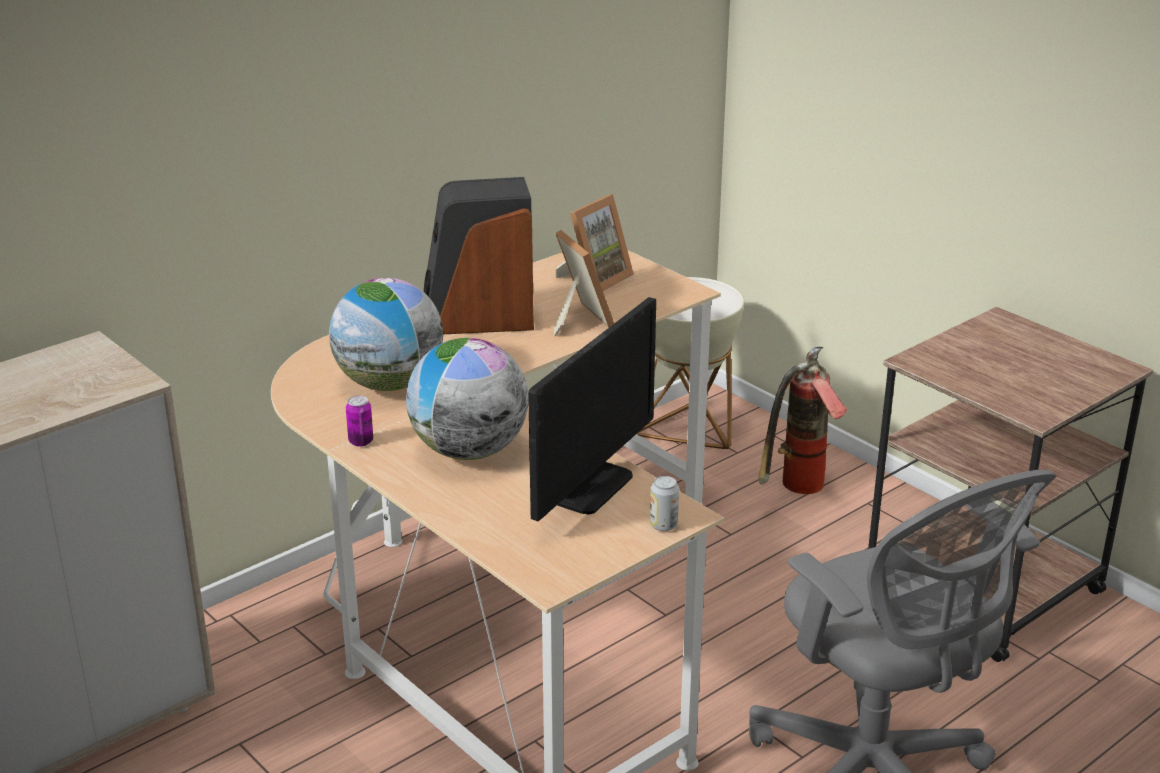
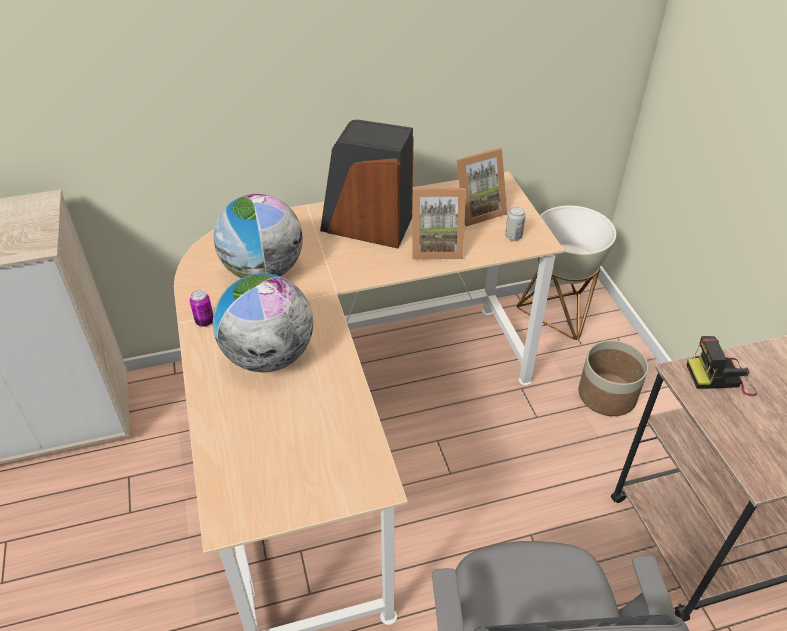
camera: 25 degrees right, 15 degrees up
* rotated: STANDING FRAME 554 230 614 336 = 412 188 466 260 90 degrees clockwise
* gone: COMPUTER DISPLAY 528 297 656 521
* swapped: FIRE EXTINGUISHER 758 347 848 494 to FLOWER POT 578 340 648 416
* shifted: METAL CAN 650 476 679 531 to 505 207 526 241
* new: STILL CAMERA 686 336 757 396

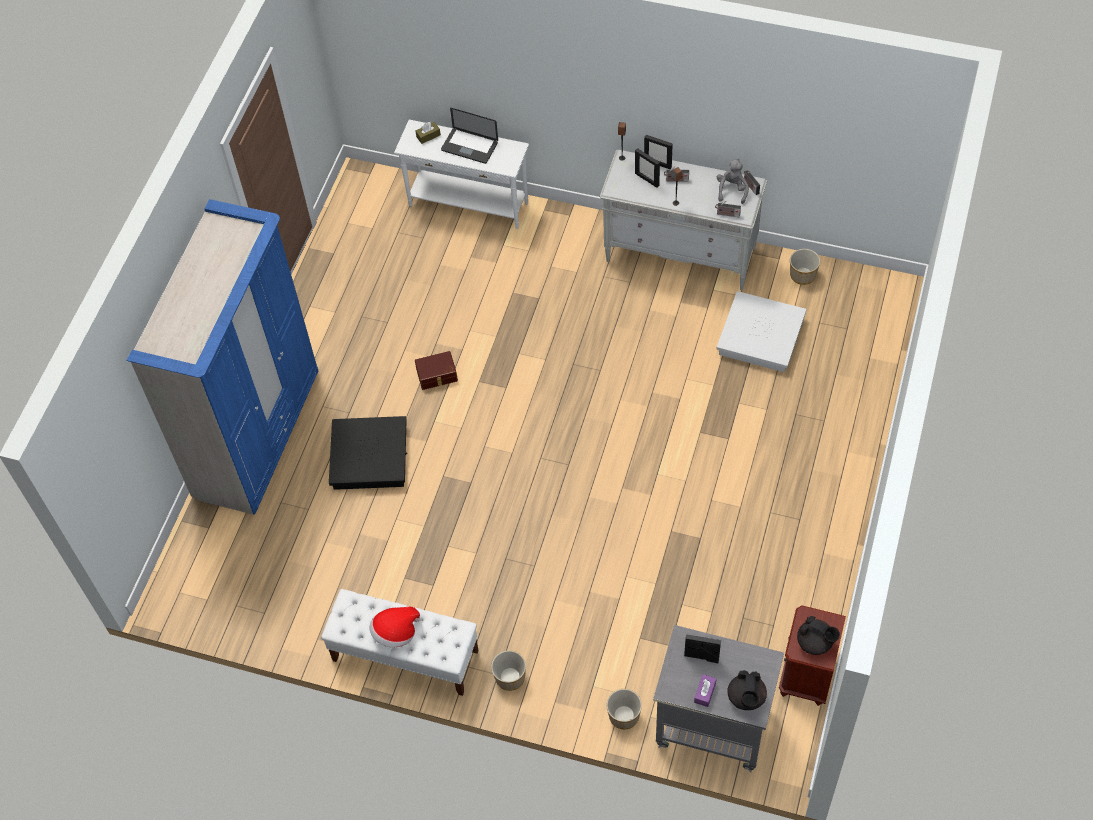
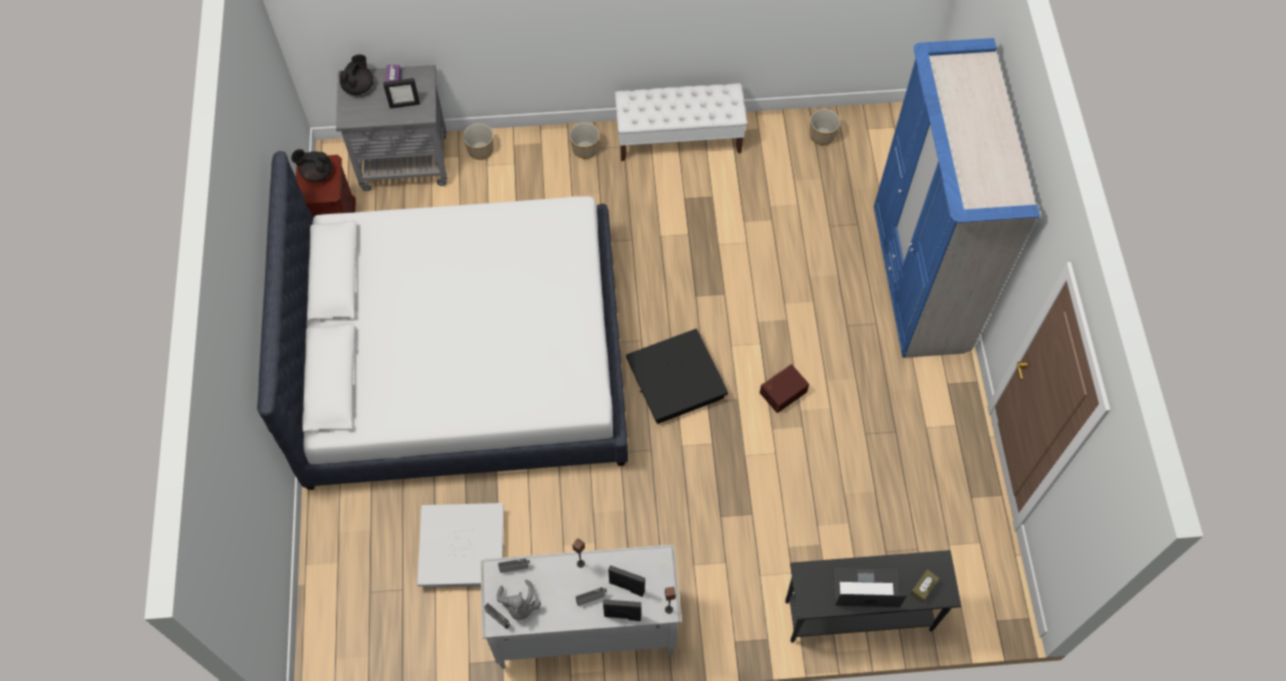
camera: 155 degrees right, 5 degrees up
* repainted: WHITISH CONSOLE TABLE 394 120 529 229 to BLACK CONSOLE TABLE 785 550 962 643
* shifted: FLOWER POT 790 249 820 285 to 810 109 840 145
* shifted: BLACK STORAGE CONTAINER 329 416 407 490 to 626 328 728 424
* gone: CLOTHING HAT 369 607 420 648
* rotated: BLACK TEA POT 727 670 767 710 = 339 54 373 95 45 degrees clockwise
* new: WHITISH SLEEPING BED 257 151 628 490

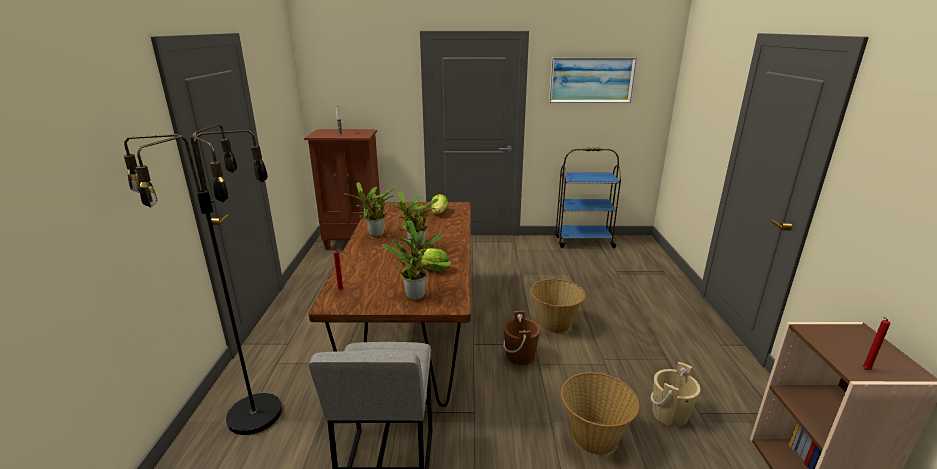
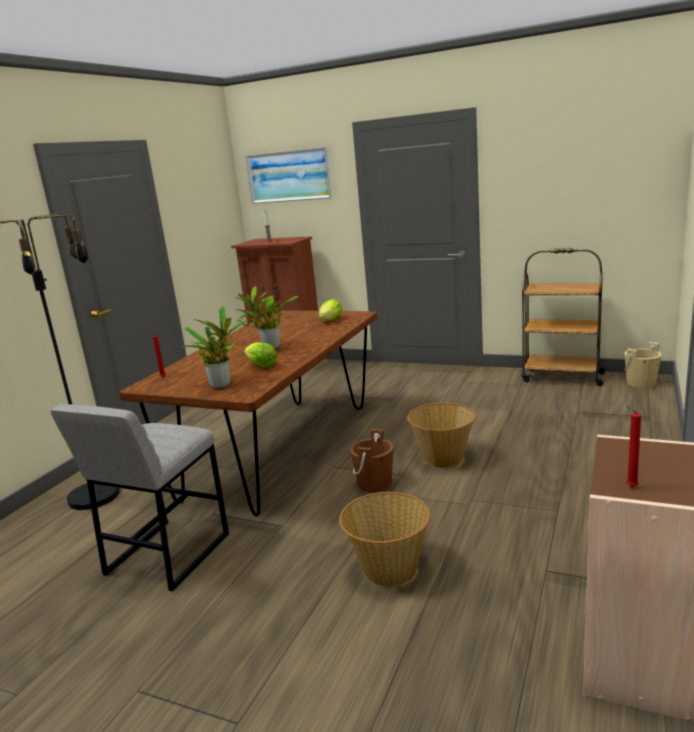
camera: 25 degrees right, 5 degrees down
* shifted: WALL PICTURE 549 57 637 103 to 245 147 332 204
* repainted: BLUE CART 555 147 621 248 to BROWNISH CART 521 248 608 386
* gone: HOUSEPLANT 344 182 394 237
* shifted: BEIGE-COLOURED WATER BUCKET 651 362 700 427 to 624 342 662 388

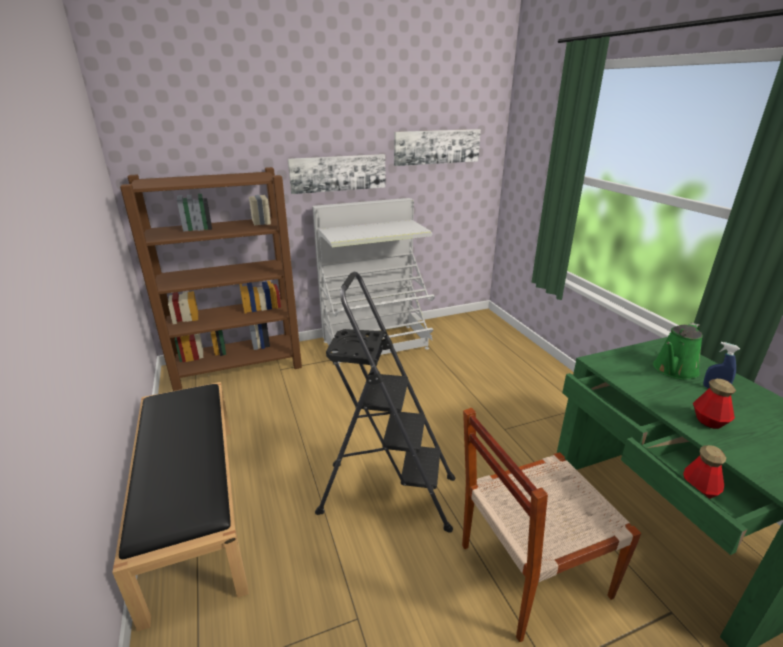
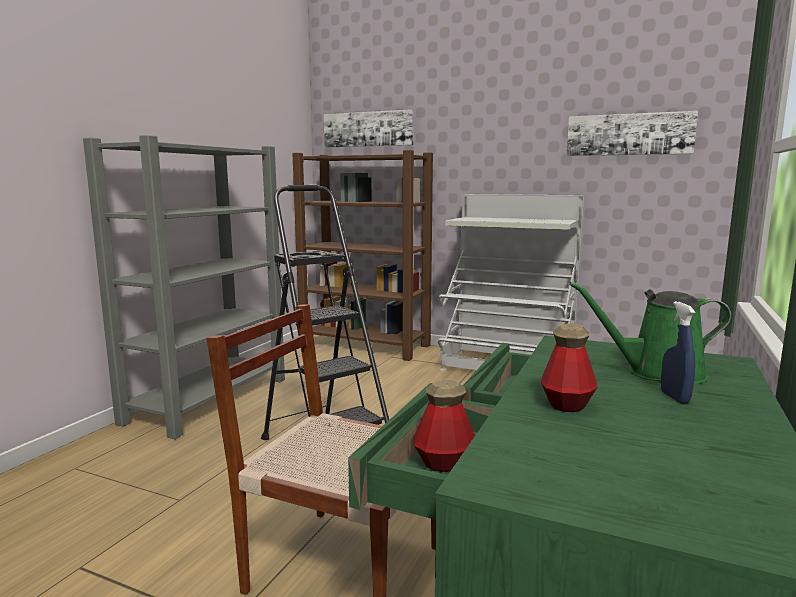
camera: 45 degrees right, 15 degrees down
* shifted: WALL PICTURE 288 154 385 194 to 324 109 414 147
* swapped: BLACK INDOOR BENCH 112 382 249 632 to GRAY BOOKSHELF 83 135 285 439

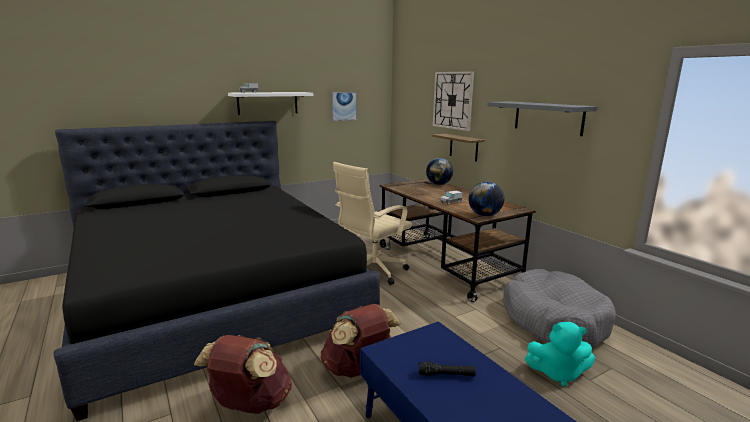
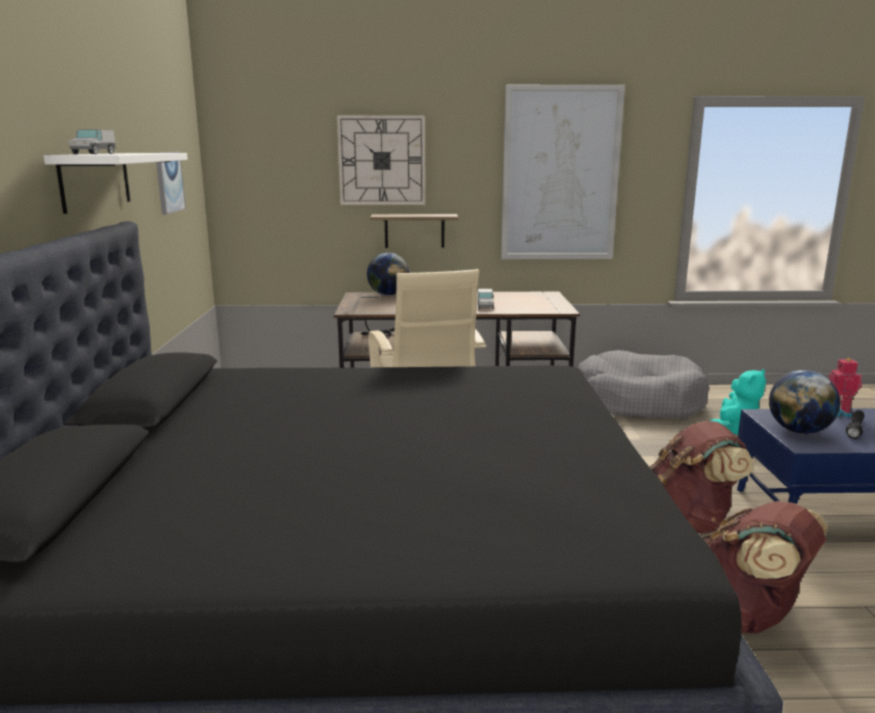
camera: 60 degrees left, 0 degrees up
* swapped: GRAY WALL SHELF 487 101 598 136 to WALL PICTURE 501 85 625 259
* shifted: WORLD GLOBE 469 182 504 216 to 769 370 840 434
* new: ROBOT FIGURE 829 358 862 417

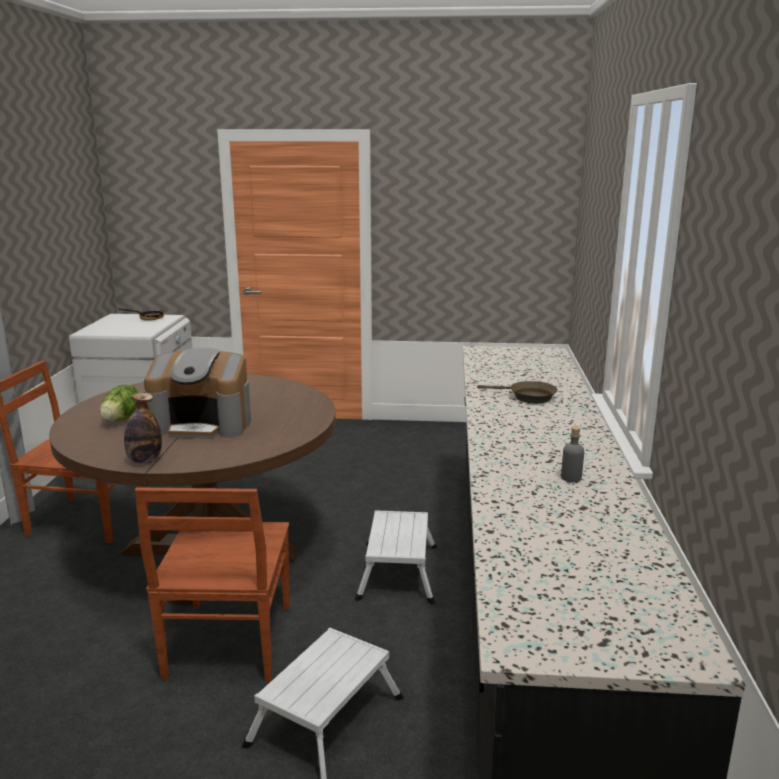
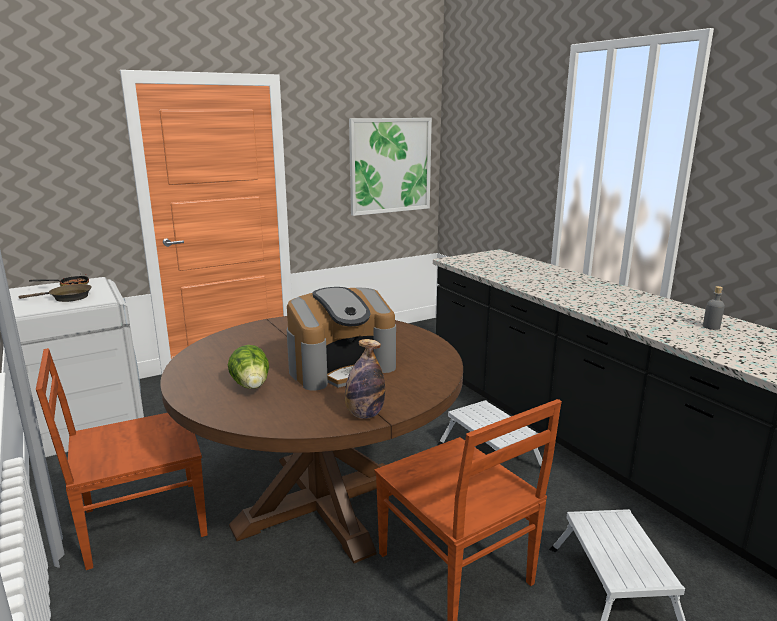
camera: 35 degrees left, 0 degrees up
* shifted: BROWNISH FRYING PAN 477 381 558 404 to 19 284 92 302
* new: WALL PICTURE 349 118 432 216

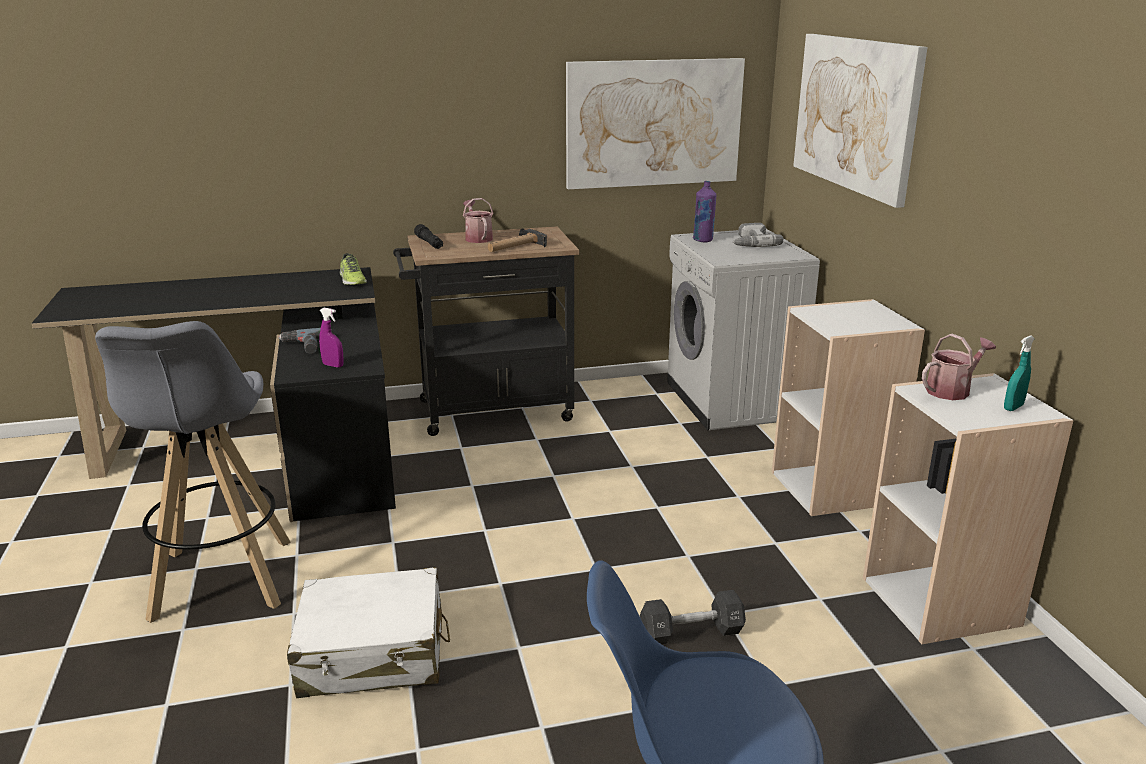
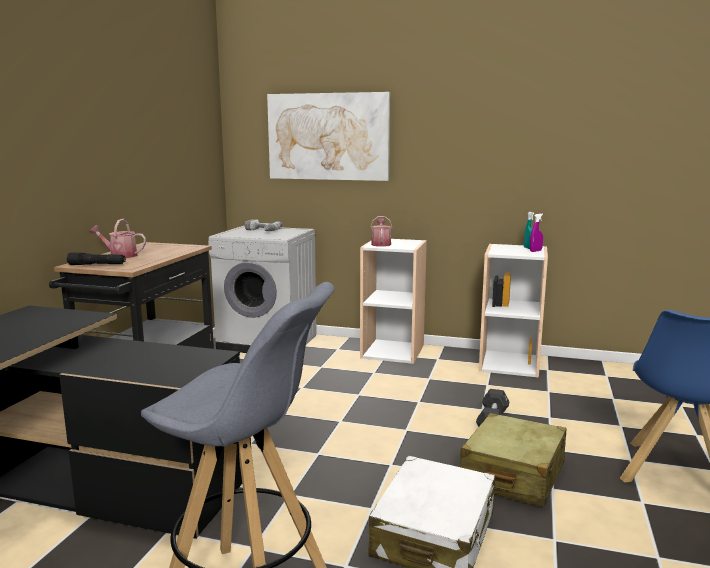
camera: 60 degrees left, 10 degrees down
* gone: WALL PICTURE 566 58 745 189
* gone: PURPLE DRINK BOTTLE 693 181 716 242
* gone: TOOL HAMMER 488 229 547 252
* gone: LOW SHOE 340 253 367 285
* shifted: PURPLE SPRAYER 319 308 344 367 to 530 214 543 252
* gone: DRILL 279 328 321 354
* shifted: WATERING POT 922 333 996 400 to 371 216 392 247
* new: BEIGE-COLOURED TRAVEL CASE 460 413 566 507

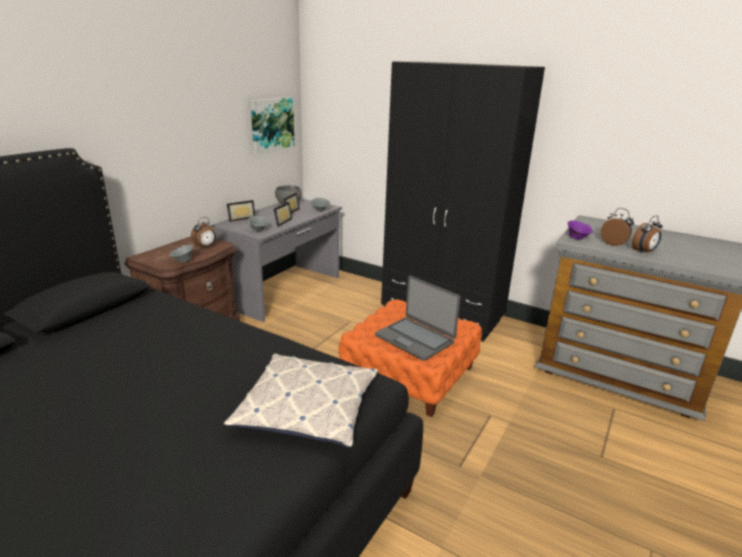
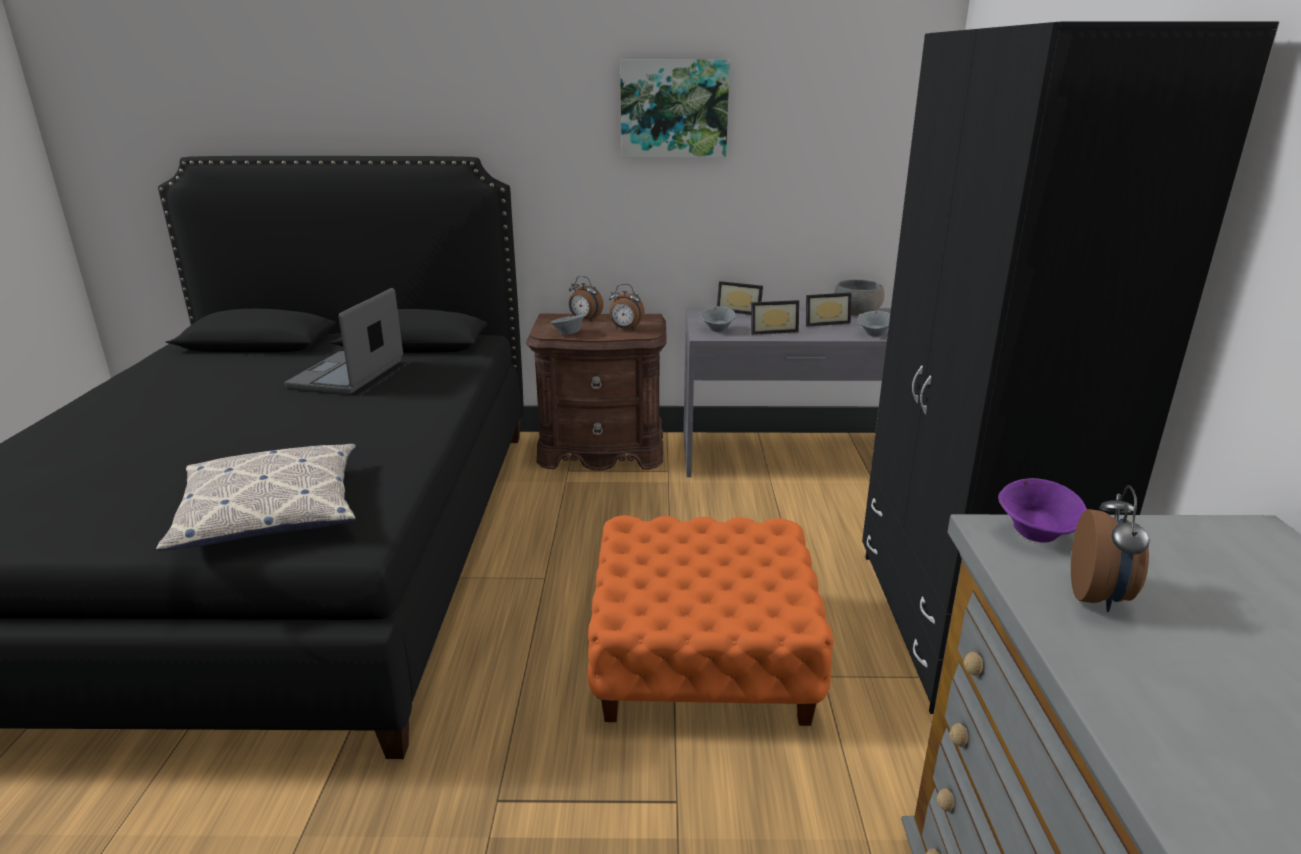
camera: 60 degrees right, 0 degrees up
* shifted: WALL PICTURE 251 97 295 154 to 620 59 730 158
* shifted: ALARM CLOCK 632 216 663 253 to 569 276 603 322
* shifted: PORTABLE COMPUTER 375 276 461 361 to 284 288 403 394

